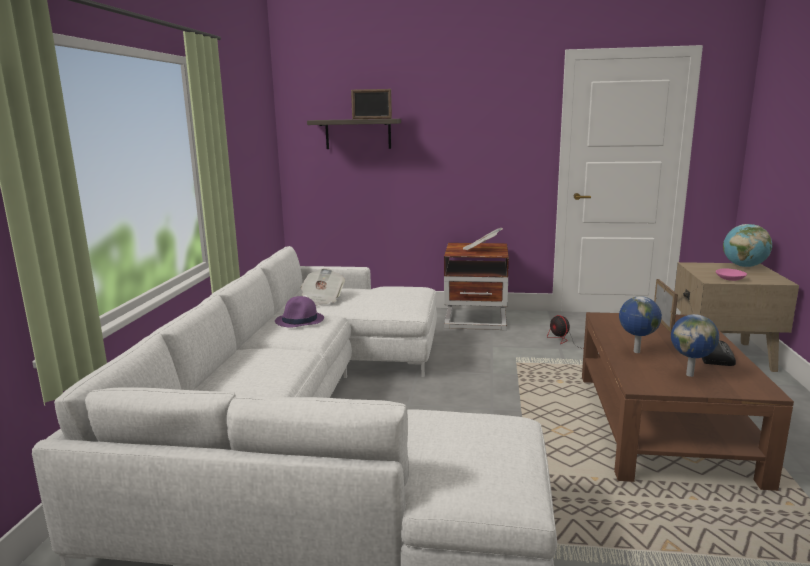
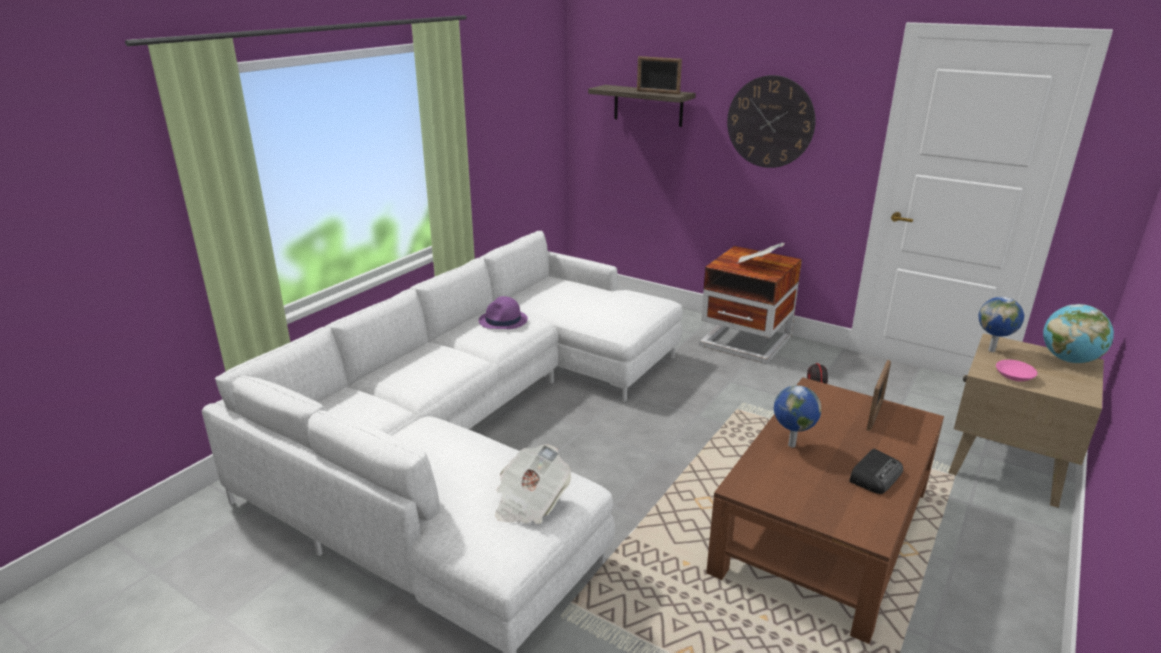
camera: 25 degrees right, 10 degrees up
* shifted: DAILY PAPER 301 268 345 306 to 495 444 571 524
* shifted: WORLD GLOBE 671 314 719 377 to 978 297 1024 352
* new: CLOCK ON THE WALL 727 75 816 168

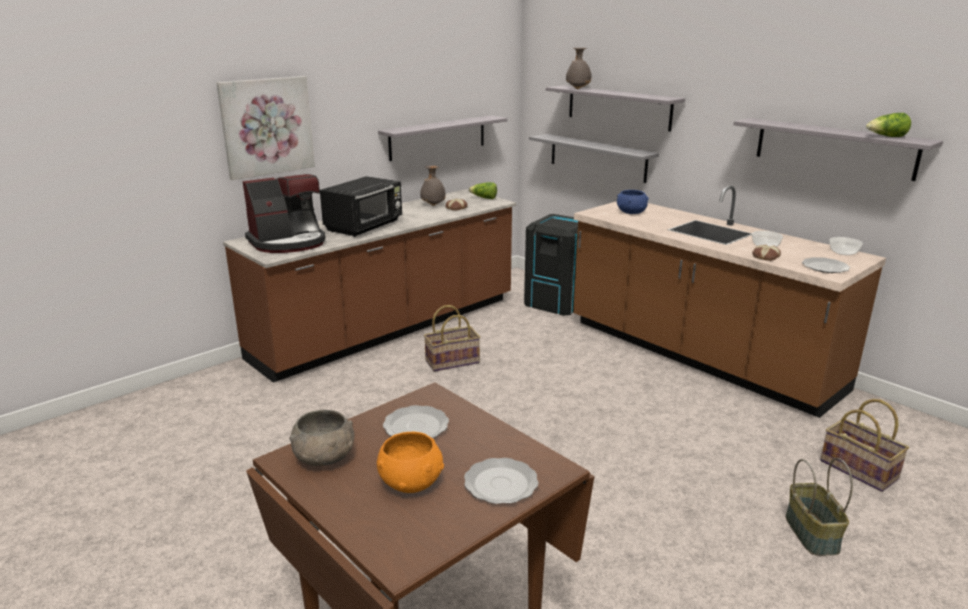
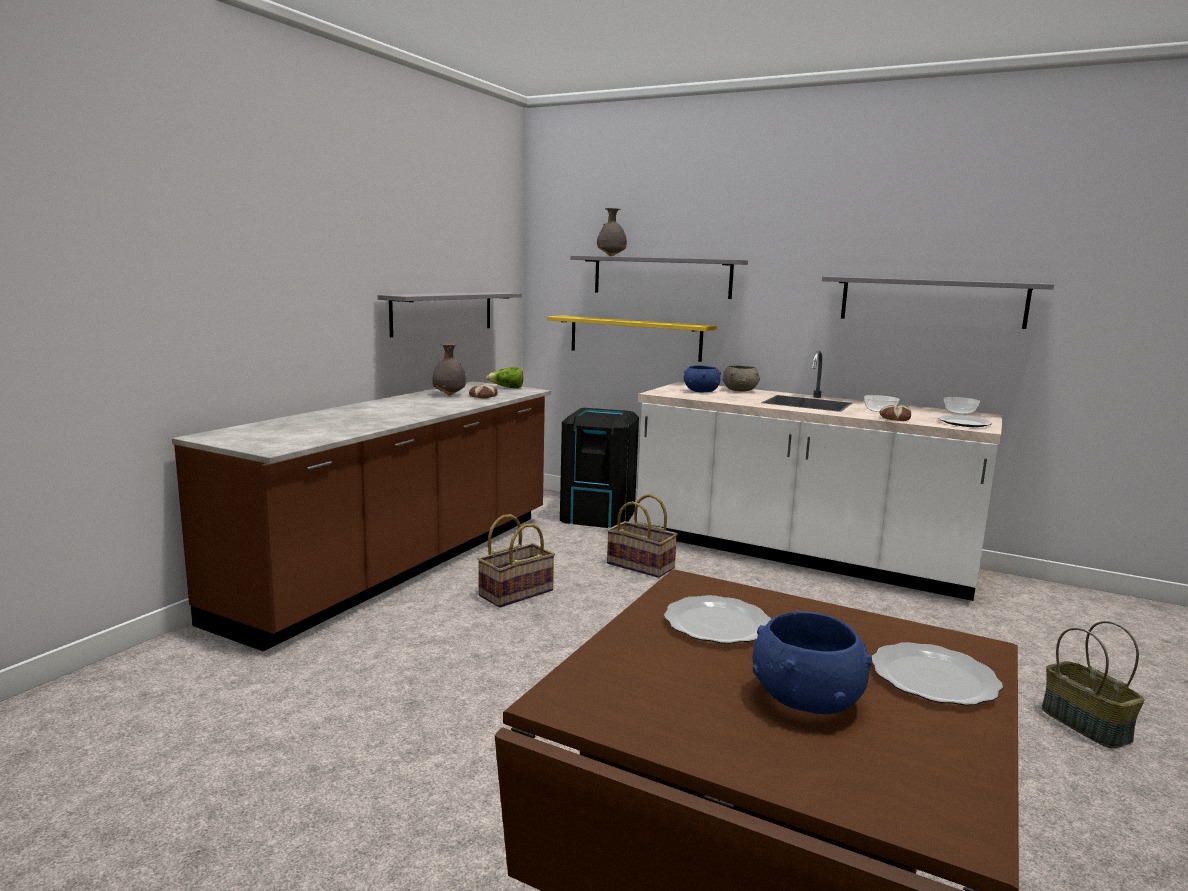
camera: 20 degrees left, 10 degrees down
* gone: WALL PICTURE 216 76 315 180
* gone: LETTUCE 866 113 911 137
* repainted: GRAY WALL SHELF 529 134 659 183 to YELLOWISH WALL SHELF 547 315 717 362
* gone: COFFEE MAKER 242 174 326 253
* gone: BLACK MICROWAVE 320 176 402 237
* repainted: BROWNISH COUNTER 573 185 886 418 to WHITISH COUNTER 637 351 1003 601
* shifted: HOUSEHOLD BASKET 820 399 909 492 to 607 494 678 578
* shifted: GRAY BOWL 289 410 354 466 to 722 365 760 392
* repainted: ORANGEY BOWL 377 432 444 493 to BLUE BOWL 752 611 872 714

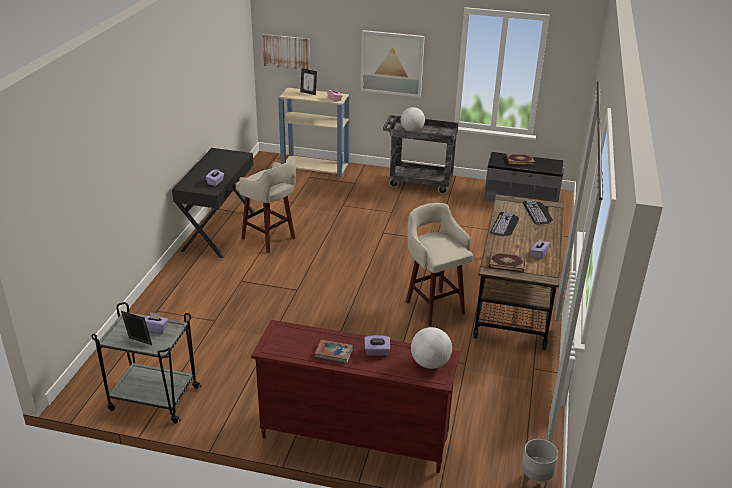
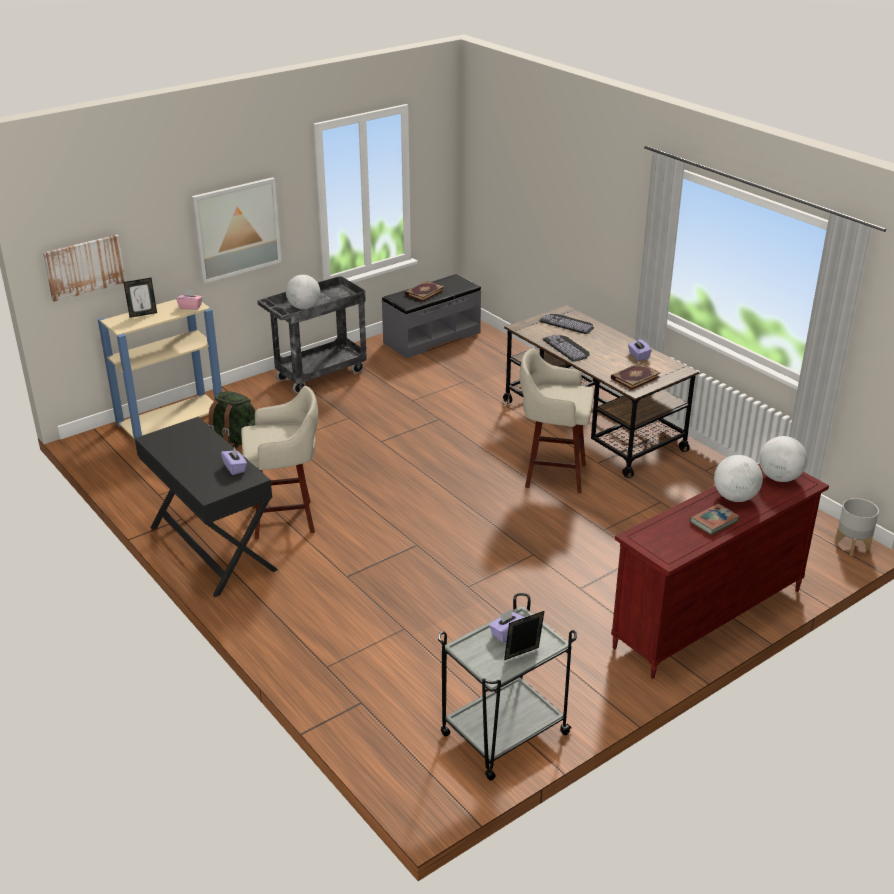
camera: 50 degrees left, 0 degrees up
* swapped: PURPLE TISSUE BOX 364 335 390 356 to WORLD GLOBE 714 455 763 502
* new: GREENISH KNAPSACK 208 391 255 449

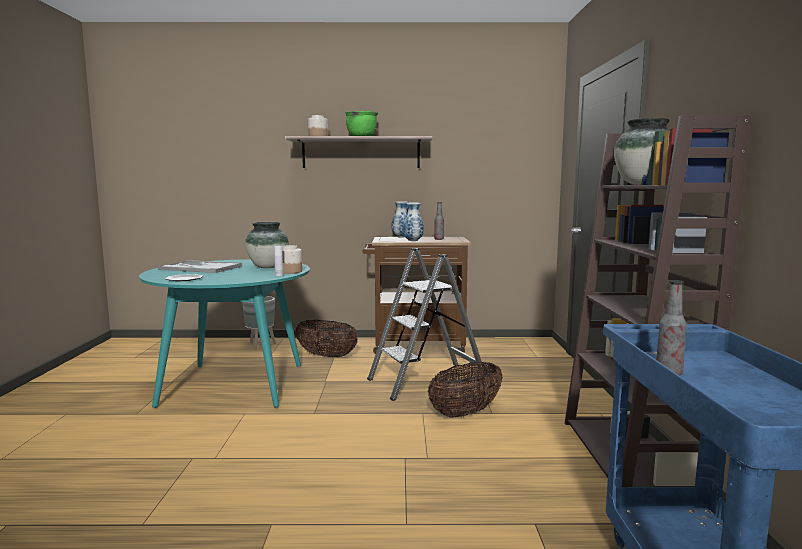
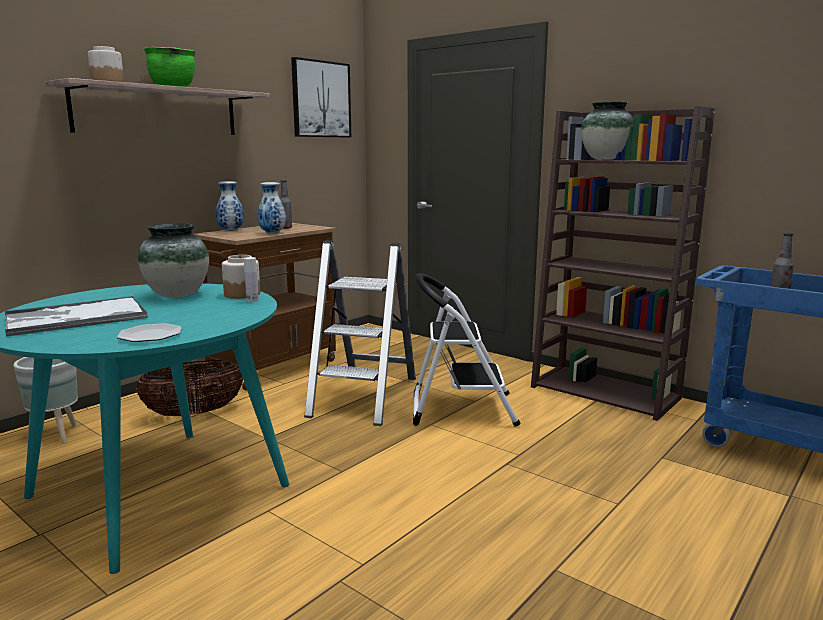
camera: 50 degrees left, 5 degrees up
* swapped: HOUSEHOLD BASKET 428 362 503 417 to STEP LADDER 413 273 520 426
* new: WALL PICTURE 291 57 351 137

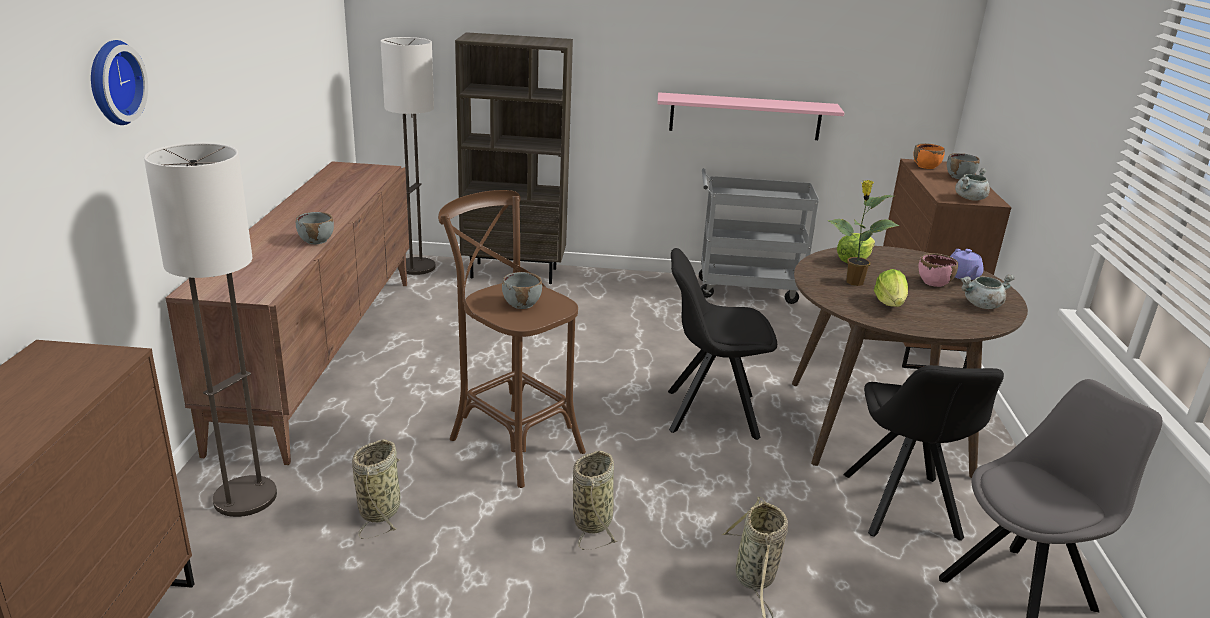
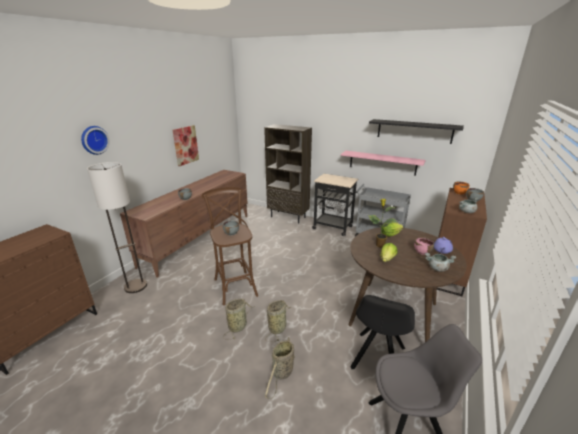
camera: 25 degrees right, 0 degrees up
* gone: FLOOR LAMP 381 37 436 275
* gone: BLACK PLAIN CHAIR 668 248 777 440
* shifted: HOUSEHOLD BASKET 352 439 401 539 to 265 300 291 342
* new: BLACK WALL SHELF 369 119 464 144
* new: WALL PICTURE 172 125 199 166
* new: CART 312 174 358 236

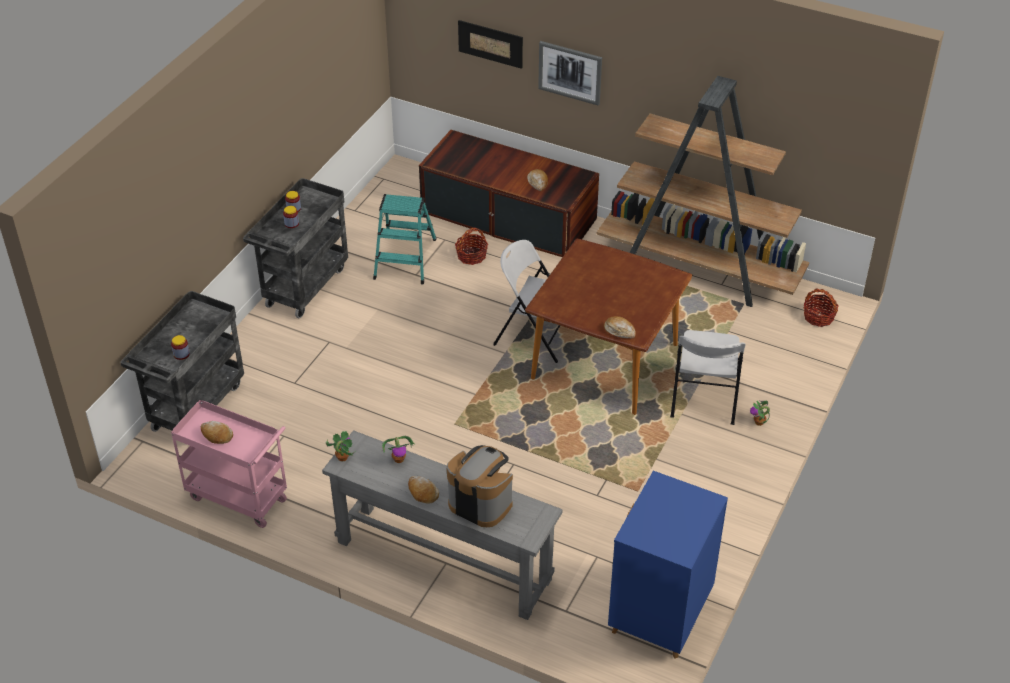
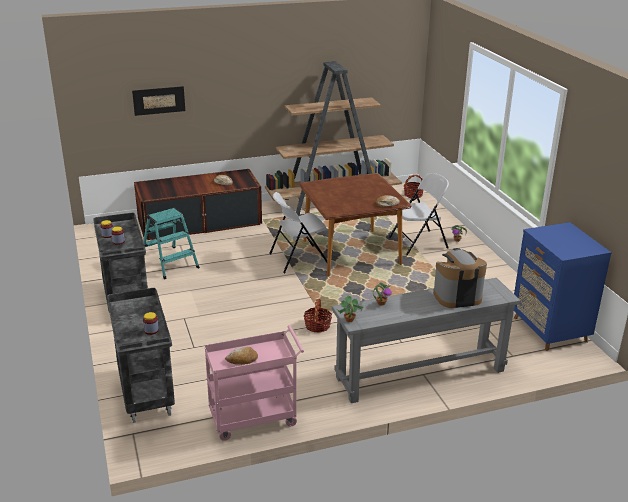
camera: 45 degrees left, 15 degrees down
* gone: WALL PICTURE 538 41 602 106
* shifted: HOUSEHOLD BASKET 455 228 488 265 to 303 299 332 333
* rotated: WHITISH PLAIN CHAIR 670 330 746 425 = 389 173 449 256 75 degrees counterclockwise
* gone: BAKED BREAD 408 476 439 504

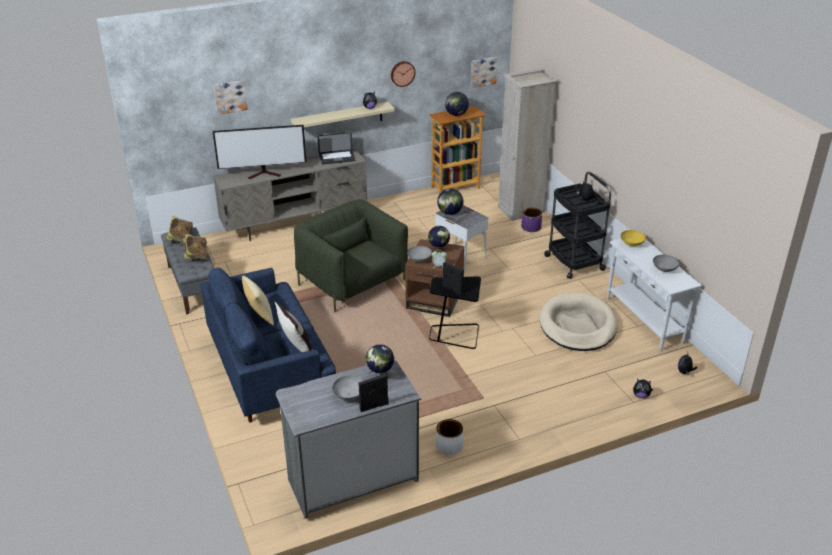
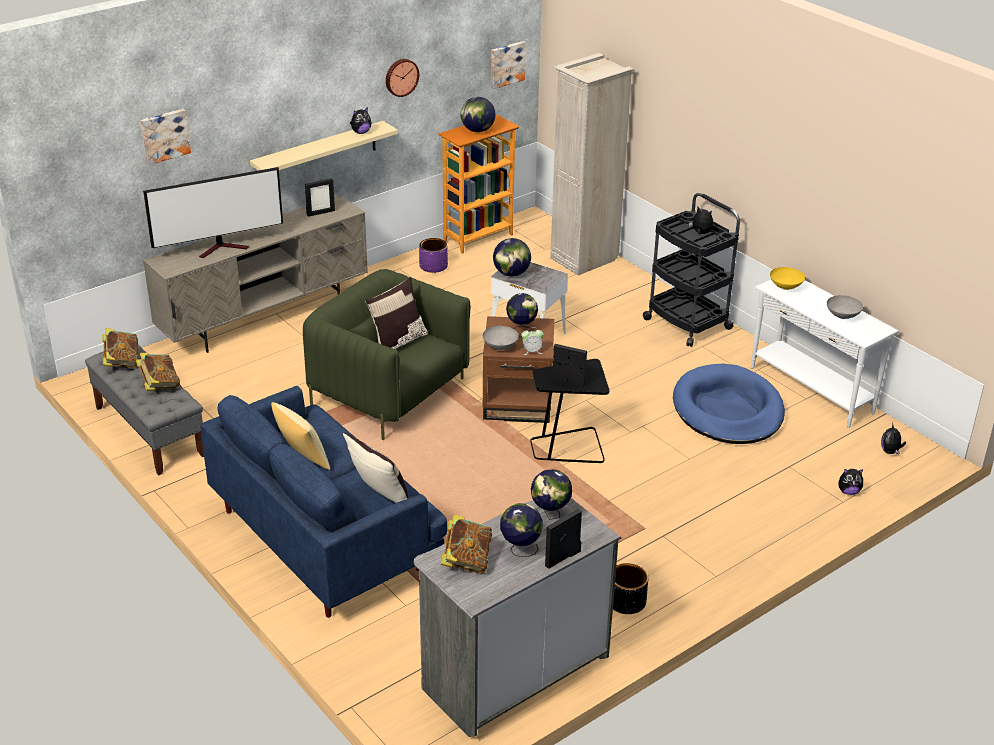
camera: 15 degrees left, 0 degrees up
* swapped: PORTABLE COMPUTER 318 132 355 164 to STANDING FRAME 305 178 335 217
* shifted: PURPLE FLOWER POT 521 208 542 232 to 419 238 448 273
* repainted: BEIGE-COLOURED PET BED 539 292 618 351 to BLUE PET BED 673 364 785 444
* swapped: GRAY BOWL 332 376 363 400 to WORLD GLOBE 500 503 543 557
* repainted: WHITISH FLOWER POT 436 419 464 455 to BLACK FLOWER POT 613 563 648 614
* new: CUSHION 365 277 428 349
* new: VOLUME 441 514 492 574

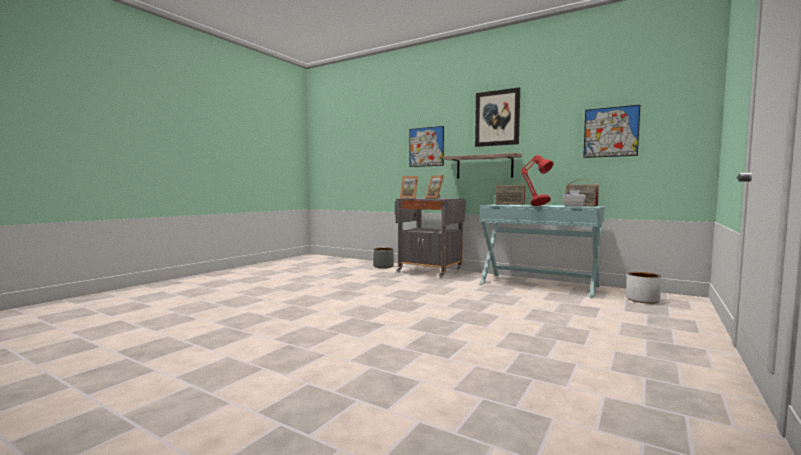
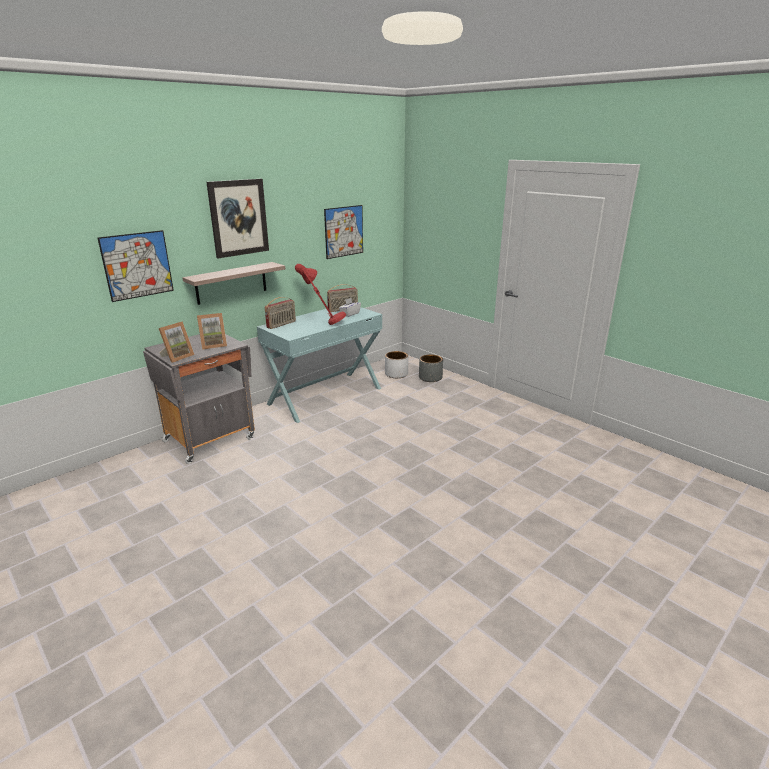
camera: 75 degrees left, 20 degrees up
* shifted: GRAY FLOWER POT 373 247 394 268 to 419 354 443 382

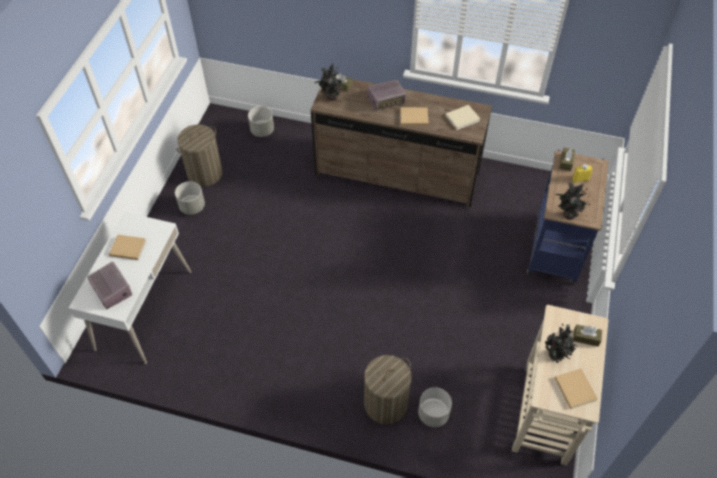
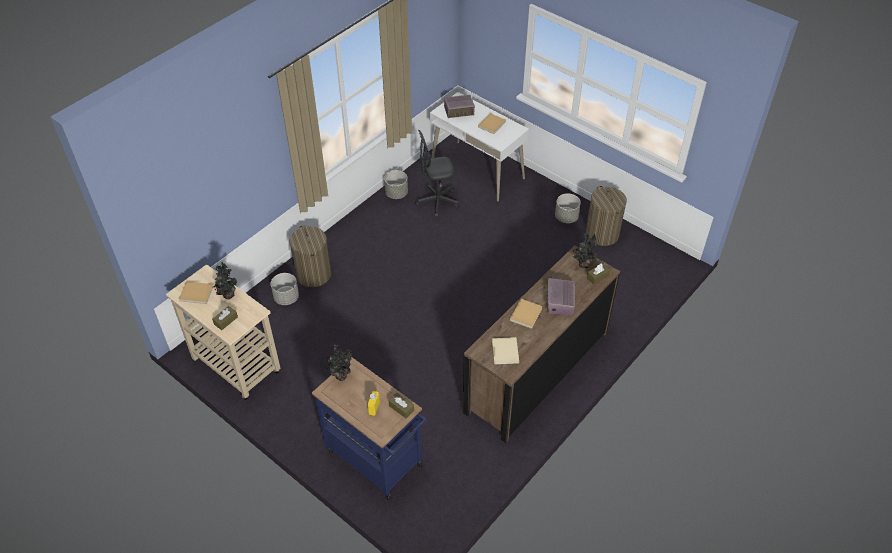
camera: 115 degrees right, 5 degrees down
* shifted: GRAY FLOWER POT 248 106 274 137 to 384 170 408 199
* new: GRAY OFFICE CHAIR 415 130 459 217

